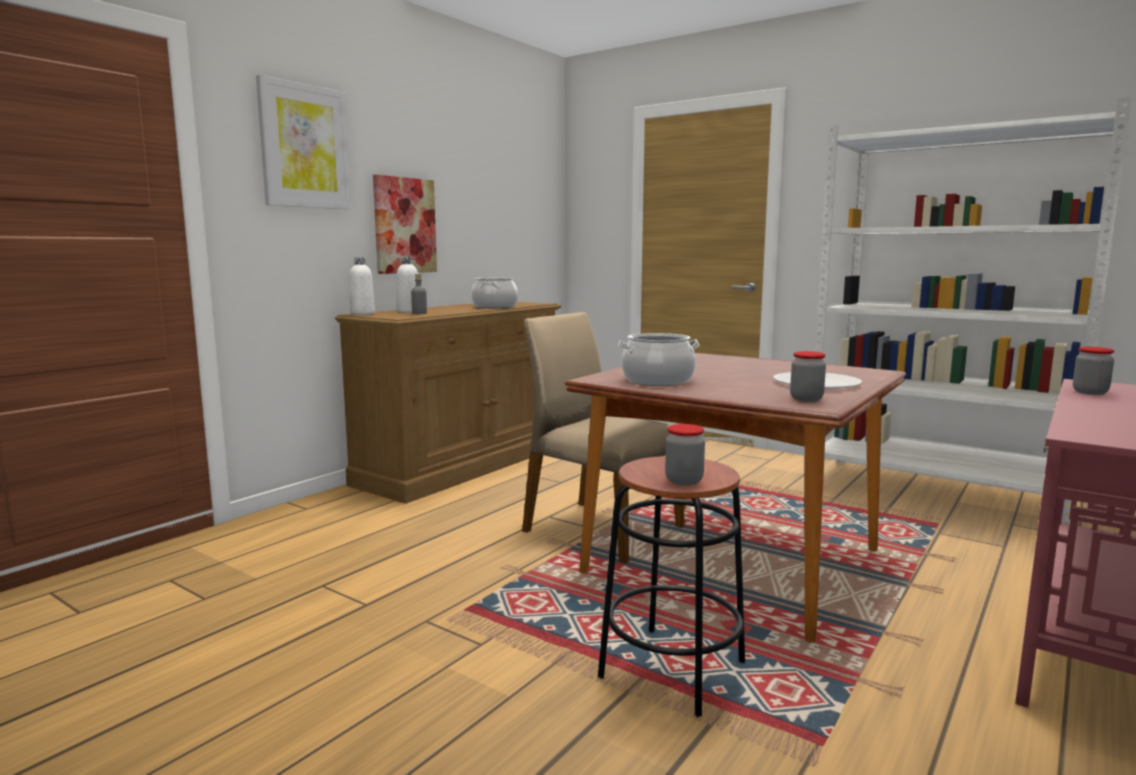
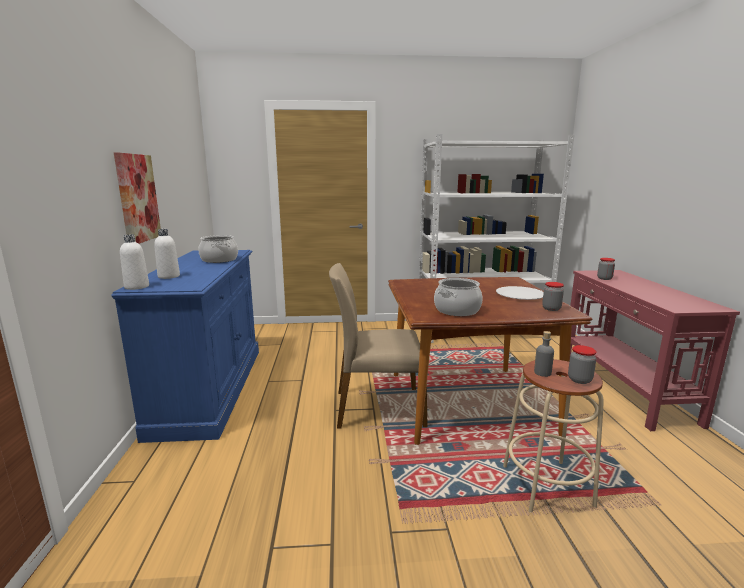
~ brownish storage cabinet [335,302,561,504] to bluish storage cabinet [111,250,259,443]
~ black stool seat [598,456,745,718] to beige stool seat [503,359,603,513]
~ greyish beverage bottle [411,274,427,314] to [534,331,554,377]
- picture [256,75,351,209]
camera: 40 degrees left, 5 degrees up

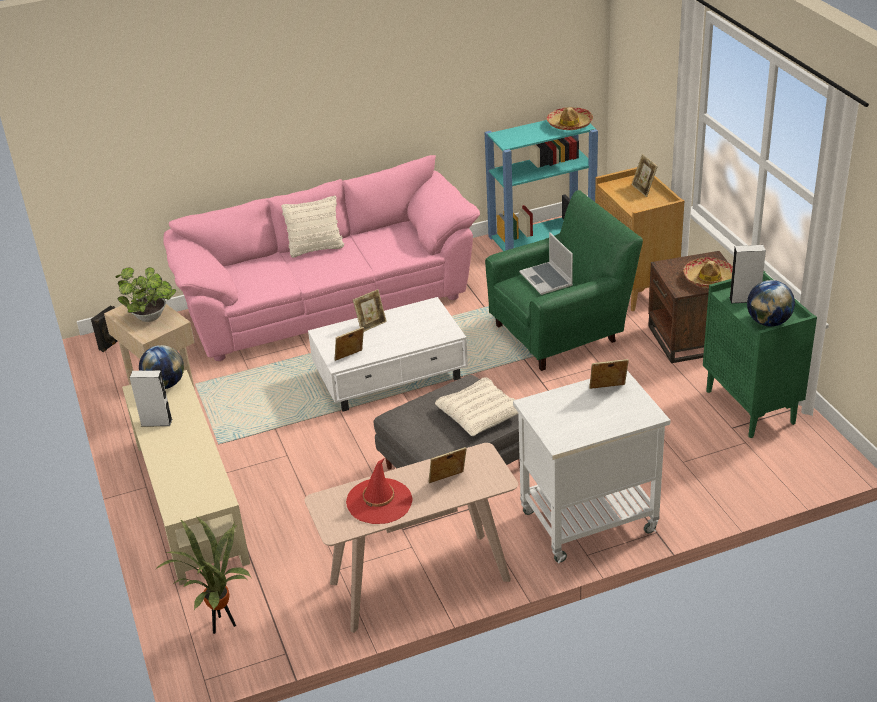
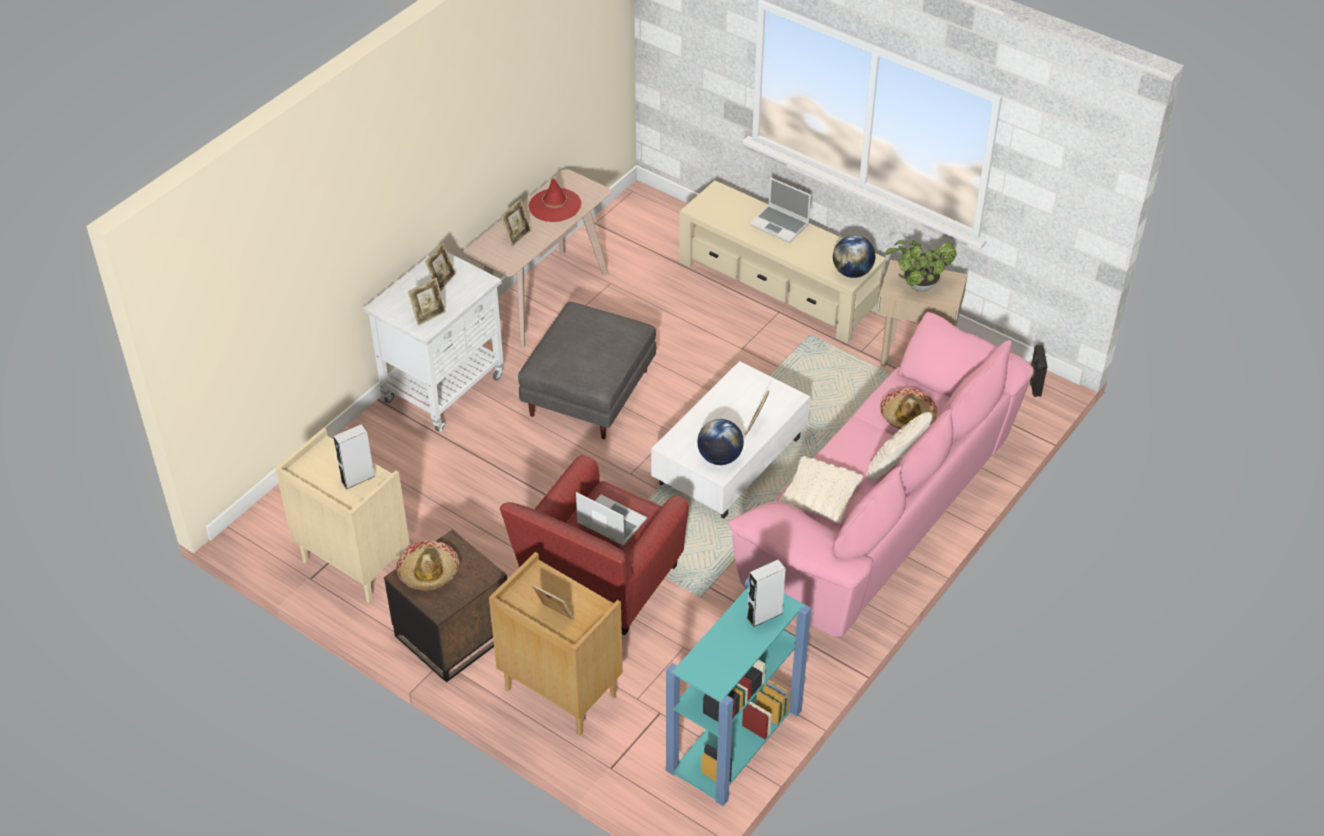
~ green-coloured storage cabinet [703,271,817,438] to beige storage cabinet [275,428,410,603]
~ standing frame [334,327,364,361] to [425,243,456,292]
~ green-coloured lounge chair [485,190,643,371] to red-coloured lounge chair [500,455,689,635]
~ desk globe [747,280,795,327] to [697,419,744,465]
~ greyish audio speaker [130,370,172,427] to [747,559,786,627]
+ laptop [750,177,811,243]
~ beige cushion [435,377,518,436] to [779,456,863,524]
~ wearable hat [547,107,593,130] to [880,388,938,429]
- houseplant [156,517,251,634]
camera: 145 degrees right, 10 degrees up

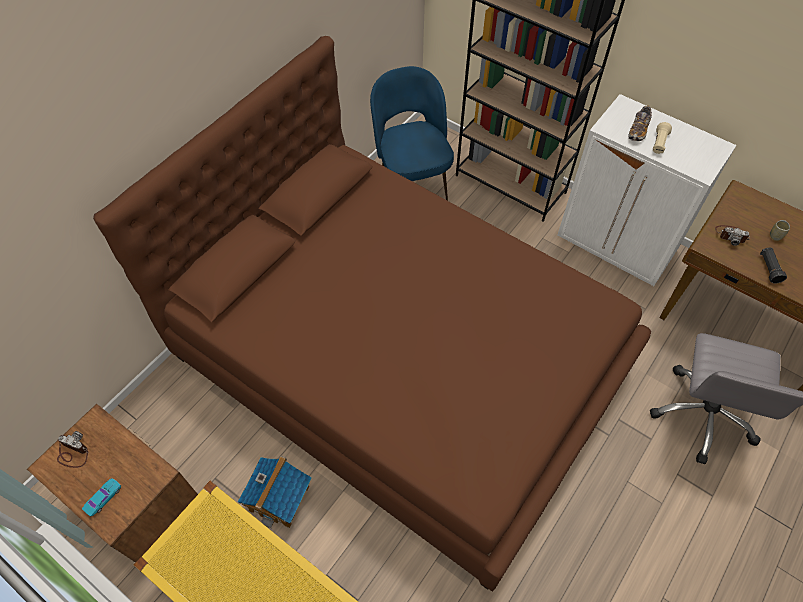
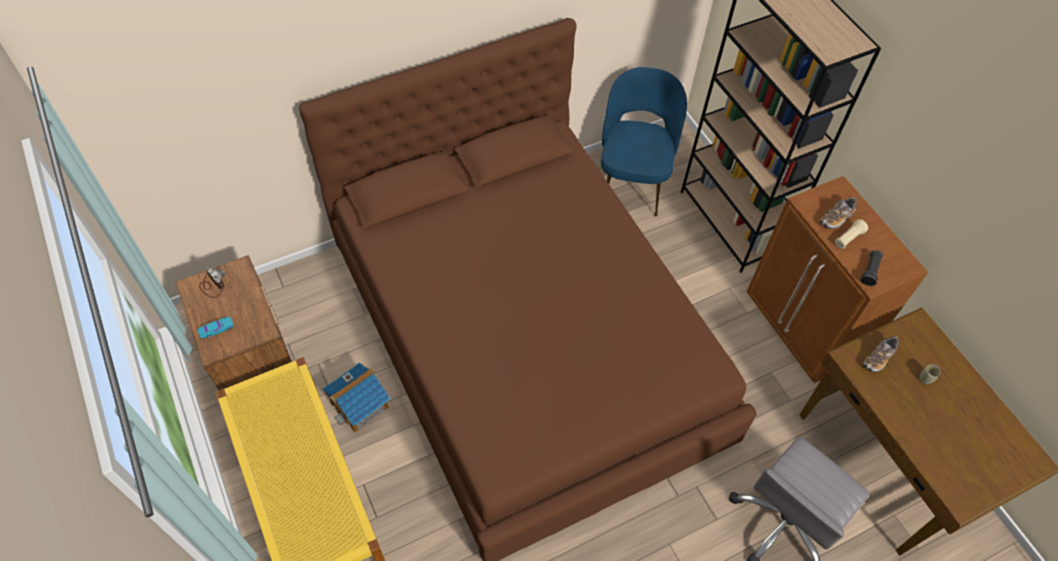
~ white storage cabinet [558,94,736,286] to brownish storage cabinet [747,176,929,383]
~ black torch [760,248,787,284] to [861,250,883,286]
~ still camera [715,225,750,246] to low shoe [863,336,899,372]
camera: 25 degrees right, 0 degrees up

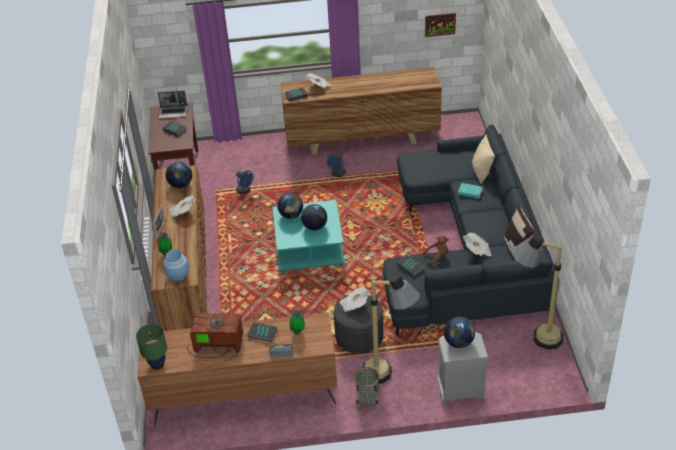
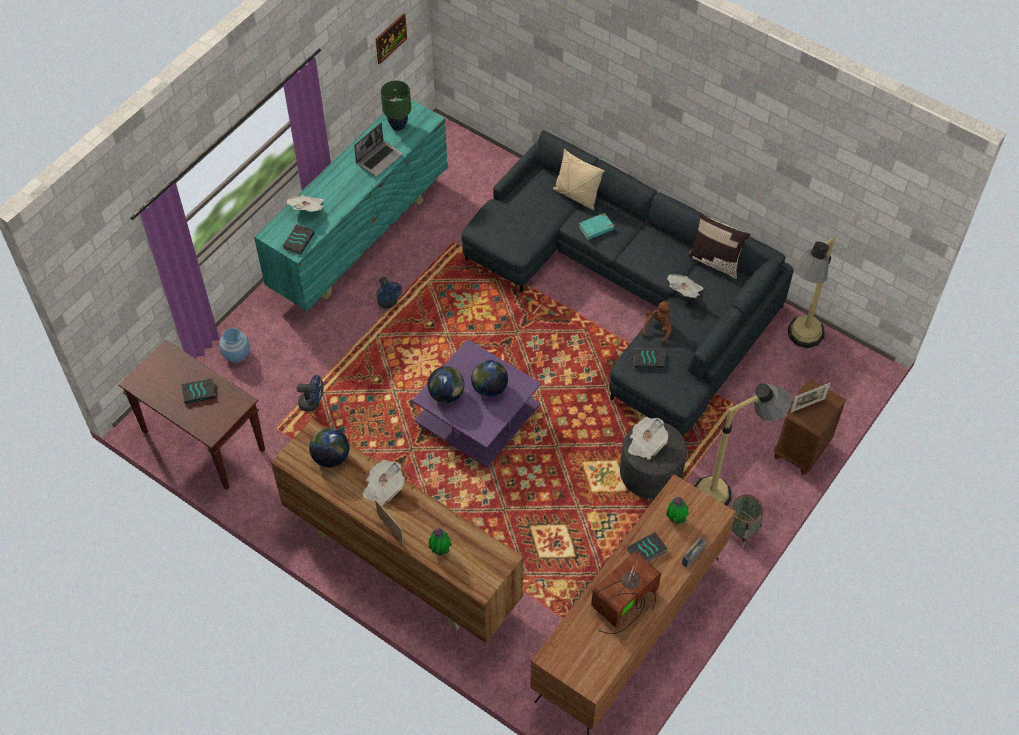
~ bluish decorative vase [163,249,189,282] to [219,328,250,363]
~ brownish storage cabinet [280,67,442,155] to turquoise storage cabinet [254,99,448,311]
~ laptop [158,91,187,118] to [354,123,403,177]
~ green-coloured table lamp [136,324,167,370] to [381,80,411,131]
~ turquoise lounge table [272,200,345,273] to purplish lounge table [412,339,541,467]
~ greyish night table [437,332,488,405] to brownish night table [774,381,847,475]
~ desk globe [444,317,475,348] to standing frame [791,383,830,412]
camera: 50 degrees left, 15 degrees up

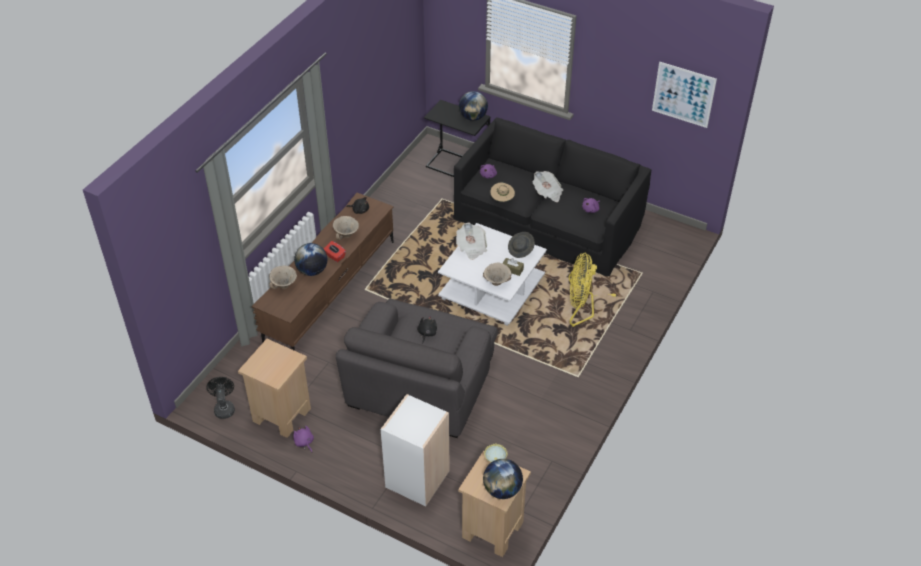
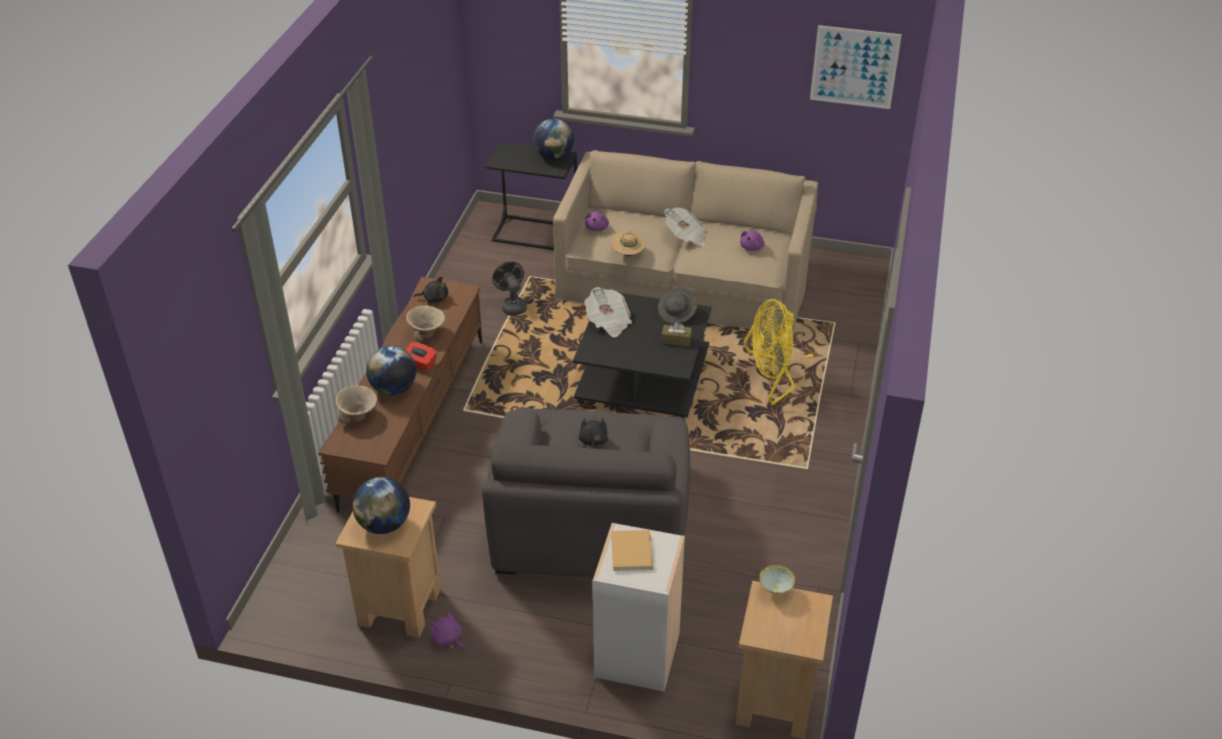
~ desk globe [483,459,523,499] to [352,477,410,534]
~ black fan [206,377,235,419] to [492,262,527,316]
~ black settee [453,117,651,276] to beige settee [553,150,818,335]
~ white lounge table [438,223,547,326] to black lounge table [573,293,712,419]
+ beige bound book [611,530,653,571]
- beige bowl [483,263,511,286]
camera: 15 degrees left, 5 degrees down

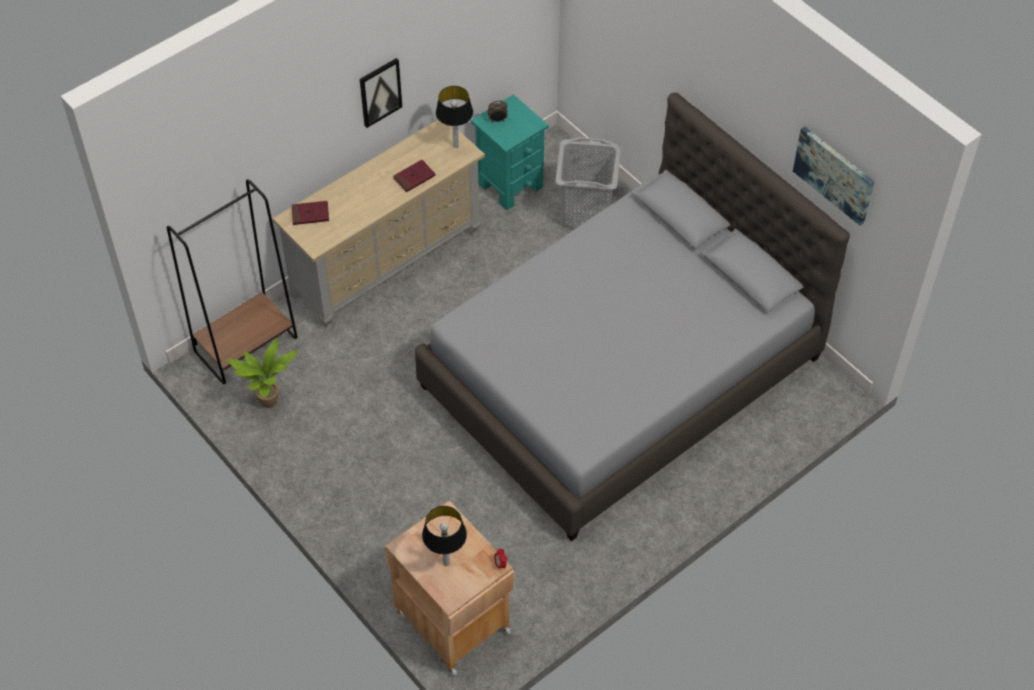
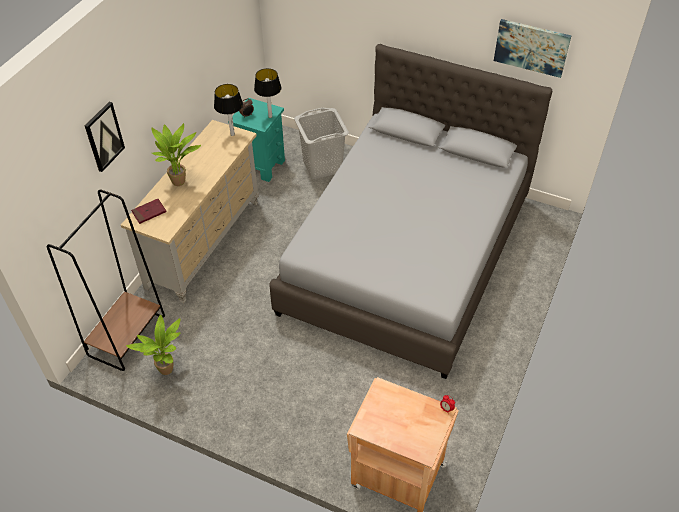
~ picture [360,58,402,128] to [85,102,125,172]
+ houseplant [151,123,201,186]
~ table lamp [422,506,467,566] to [254,68,281,118]
- red-coloured bound book [393,160,436,192]
camera: 25 degrees left, 5 degrees down

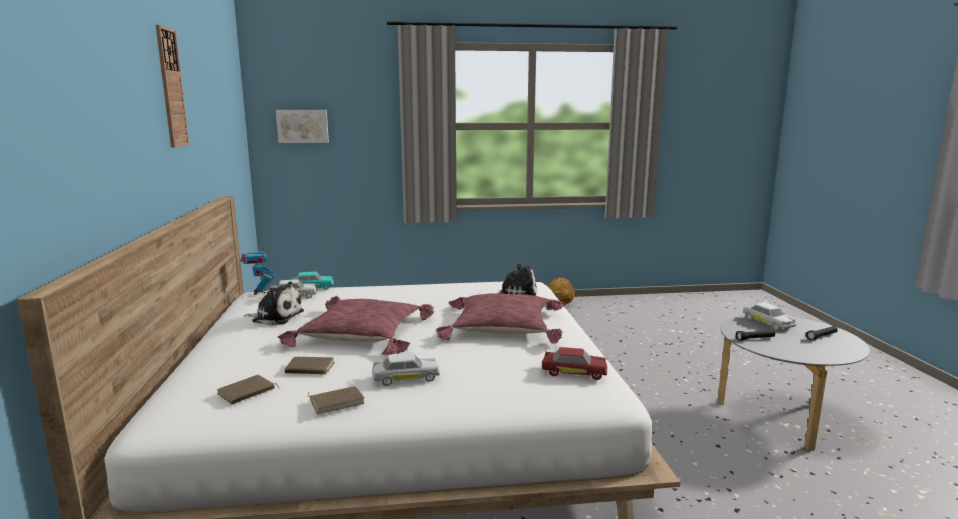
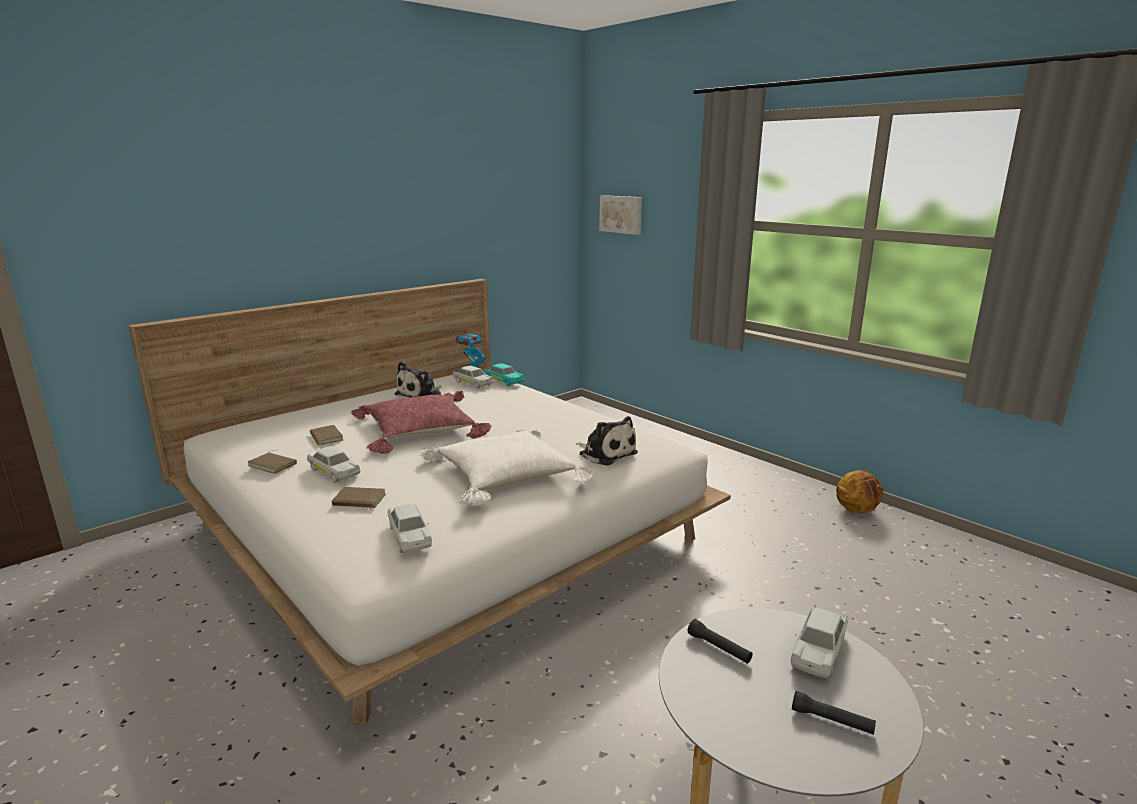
~ brownish bound book [217,375,279,404] to [331,487,386,508]
~ red-coloured model car [542,347,607,380] to white model car [387,504,432,553]
~ cuddly toy [244,281,304,325] = [394,361,441,398] 60 degrees clockwise
~ red-coloured cushion [436,293,564,344] to white cushion [420,429,596,507]
- hanging clock [156,25,189,148]
camera: 55 degrees right, 5 degrees up

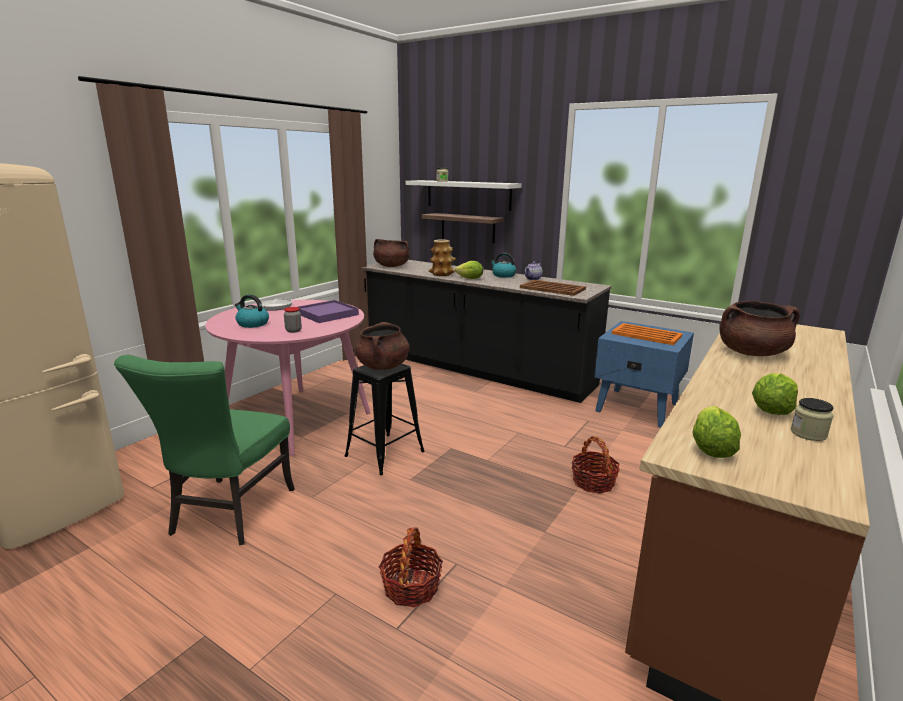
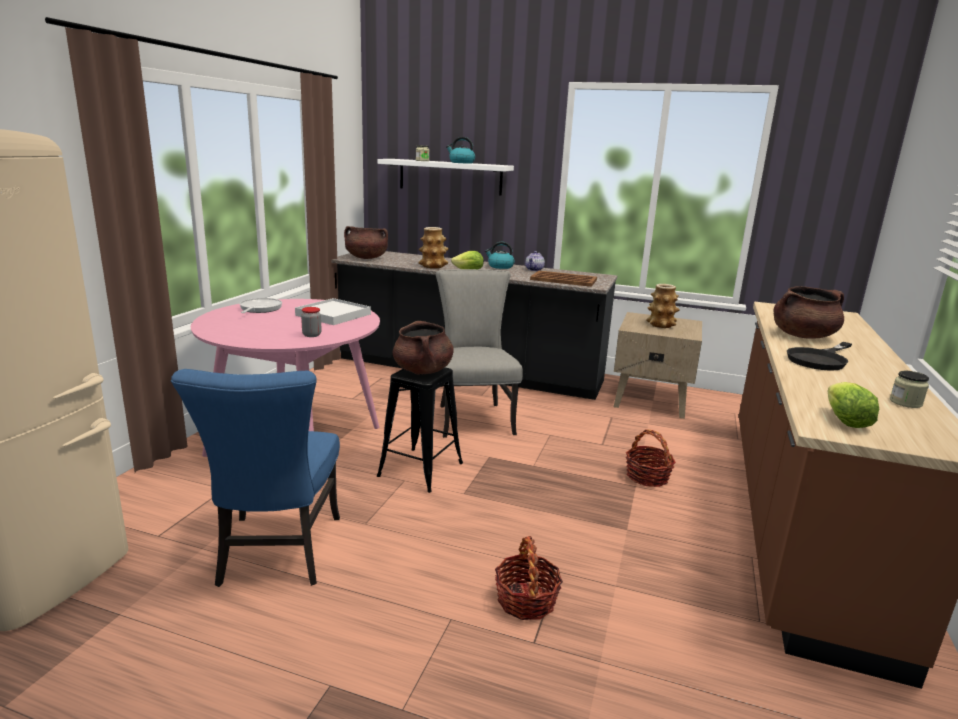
~ green-coloured plain chair [114,355,295,545] to bluish plain chair [171,369,340,587]
~ purplish carrying tray [298,300,359,323] to white carrying tray [295,298,371,325]
+ greyish plain chair [436,269,523,438]
~ kettle [235,295,269,328] to [446,137,475,164]
~ bluish night table [594,321,694,428] to beige night table [614,312,702,419]
~ orange carrying tray [612,323,683,345] to decorative vase [646,284,680,328]
+ black pan [787,342,852,371]
- bracket shelf [421,213,504,243]
- head of lettuce [752,373,798,415]
camera: 15 degrees left, 0 degrees up

